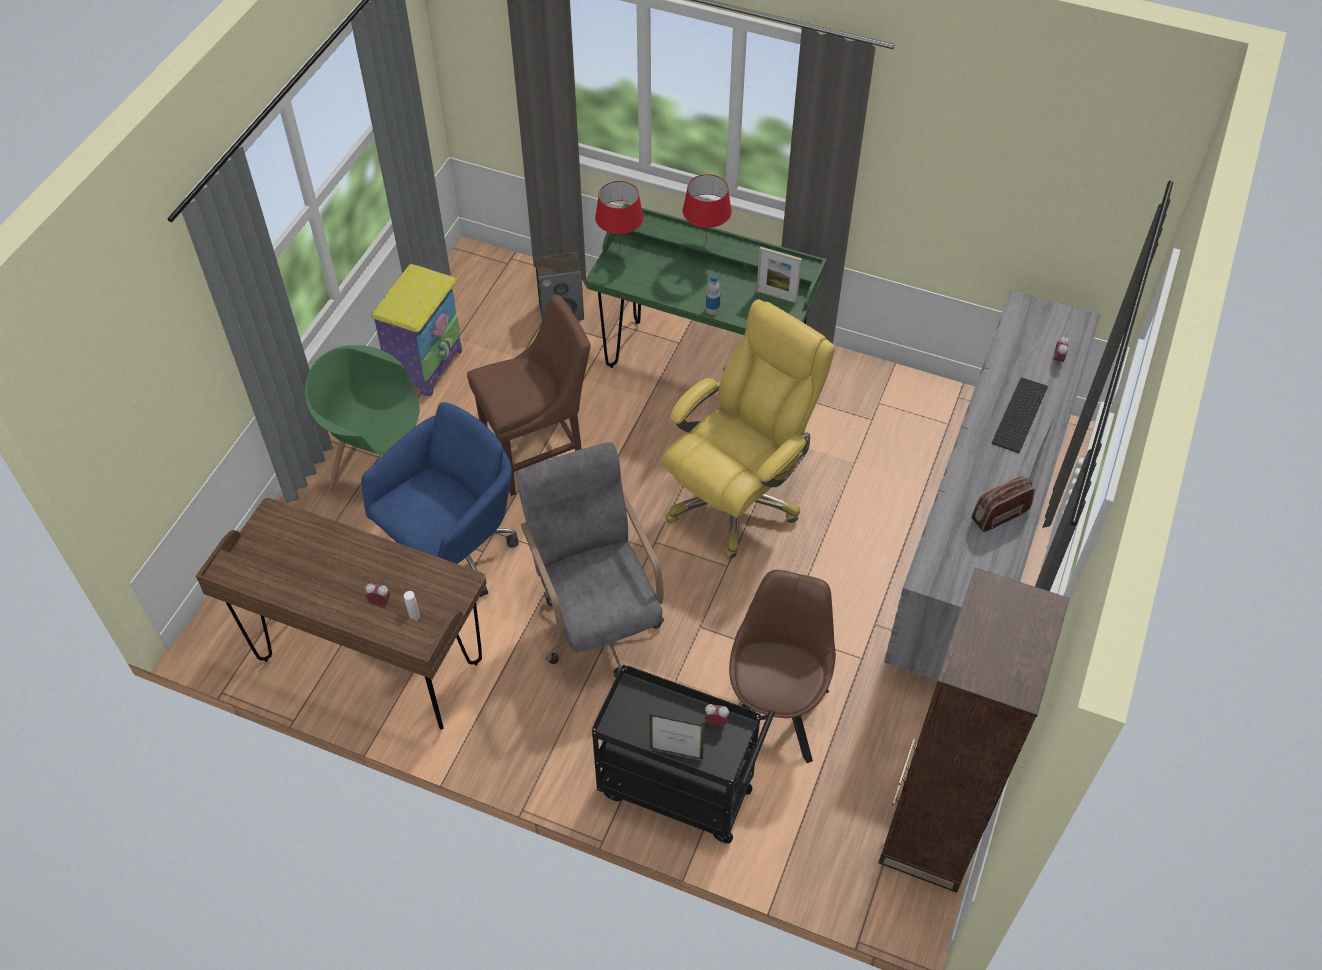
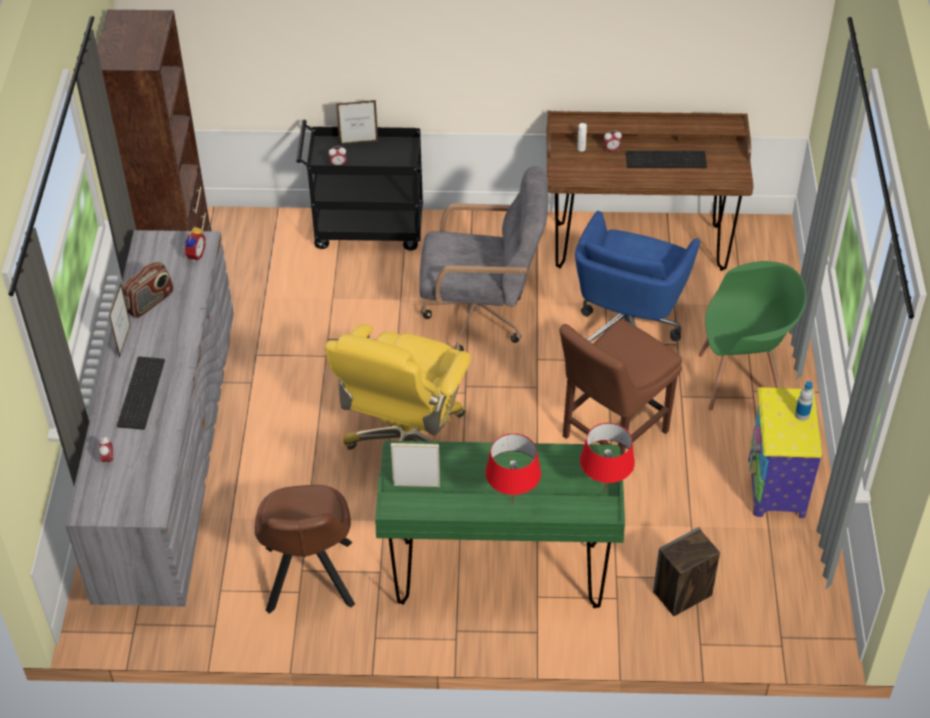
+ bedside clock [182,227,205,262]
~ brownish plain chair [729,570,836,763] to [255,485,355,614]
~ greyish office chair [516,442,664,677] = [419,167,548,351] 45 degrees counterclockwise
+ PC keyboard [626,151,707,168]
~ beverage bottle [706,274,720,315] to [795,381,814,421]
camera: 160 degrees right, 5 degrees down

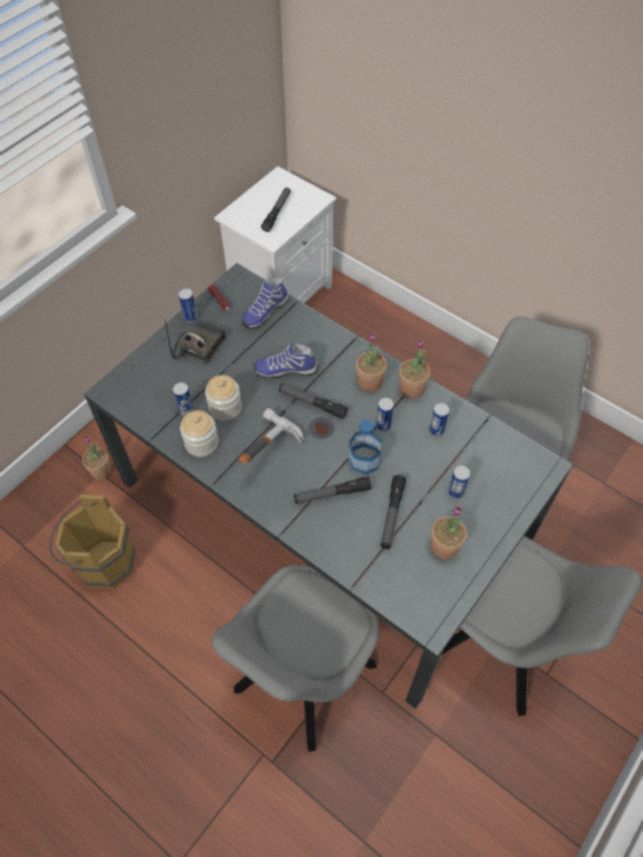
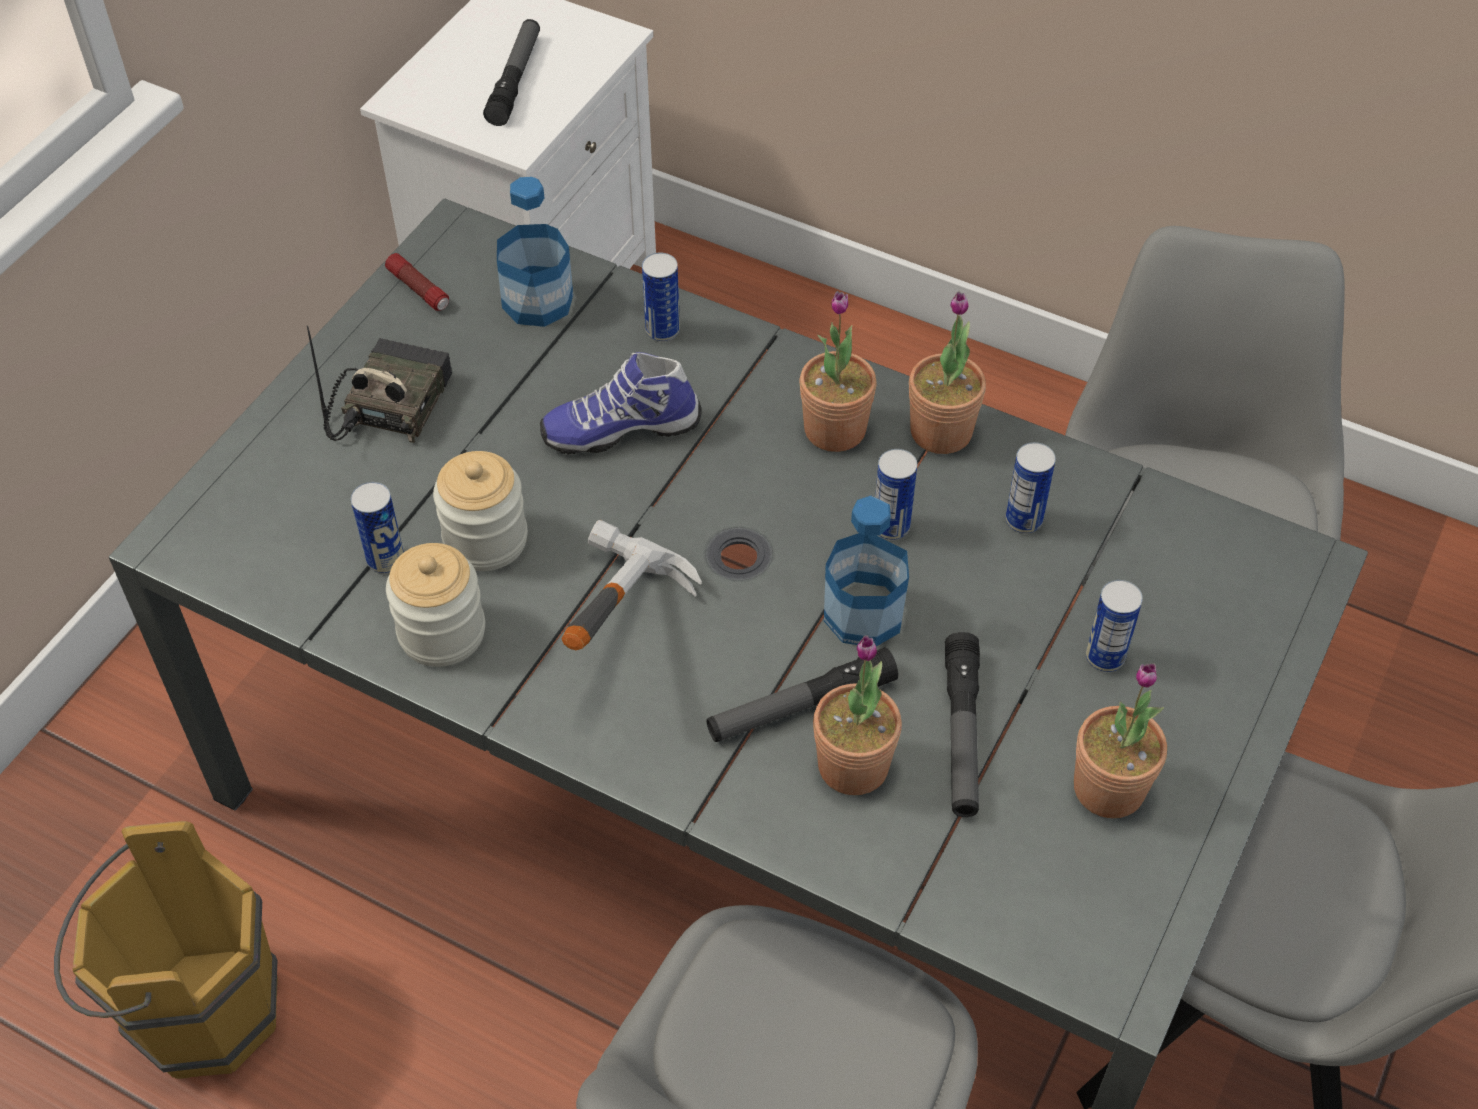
~ low shoe [242,278,289,329] to beverage bottle [497,177,573,327]
~ can [178,288,197,323] to [642,253,680,342]
~ houseplant [82,436,111,479] to [813,635,902,795]
- torch [279,383,348,419]
camera: 10 degrees left, 5 degrees down

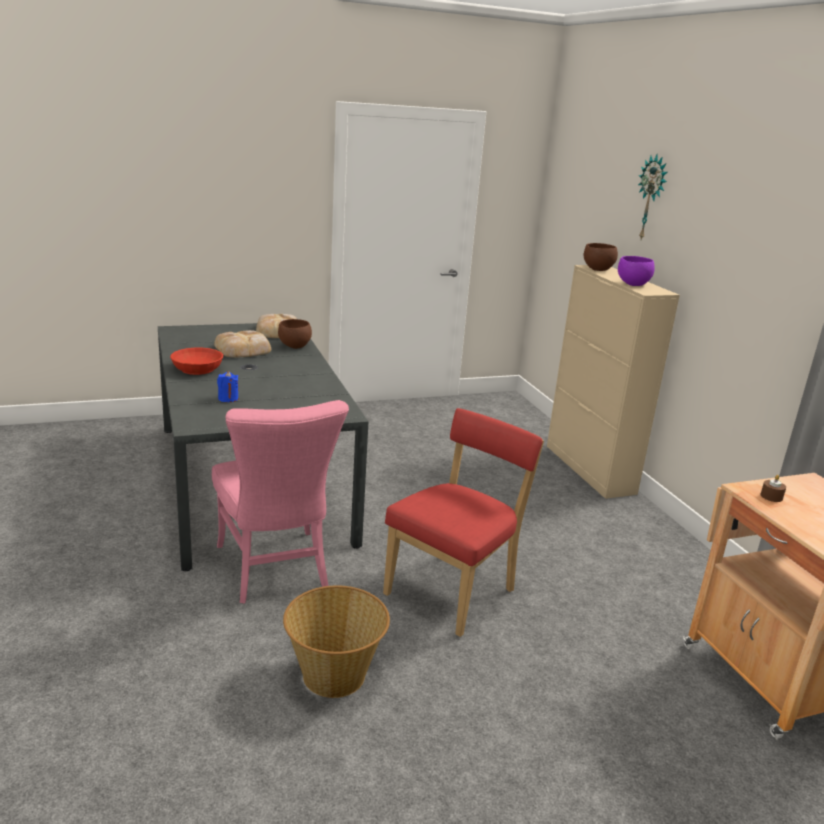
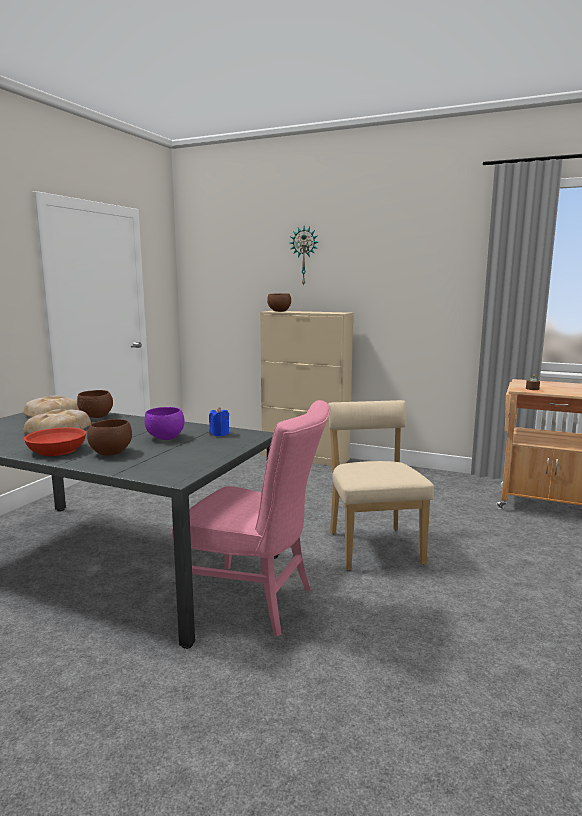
+ brownish bowl [87,419,132,456]
~ purplish bowl [618,256,655,286] to [145,407,185,440]
~ bluish wax light [217,371,239,402] to [209,407,229,436]
~ red-coloured plain chair [383,408,544,637] to beige plain chair [328,400,434,571]
- basket [283,585,390,698]
camera: 45 degrees left, 10 degrees down

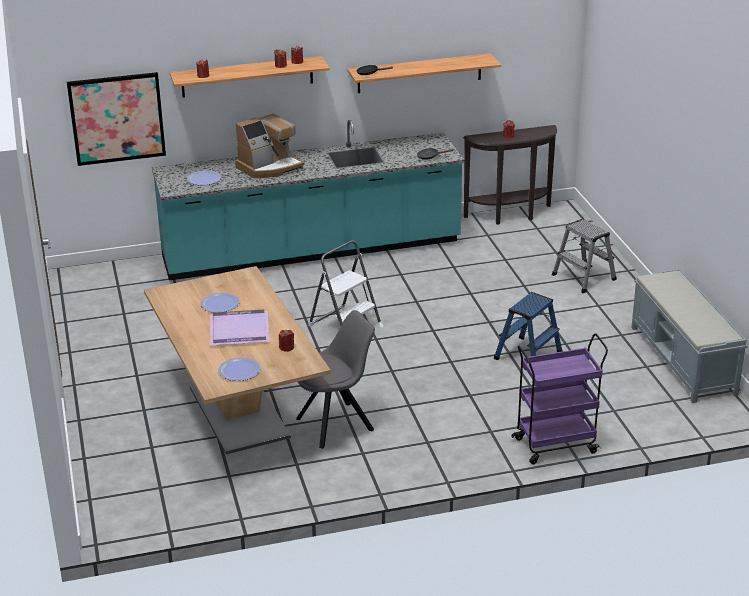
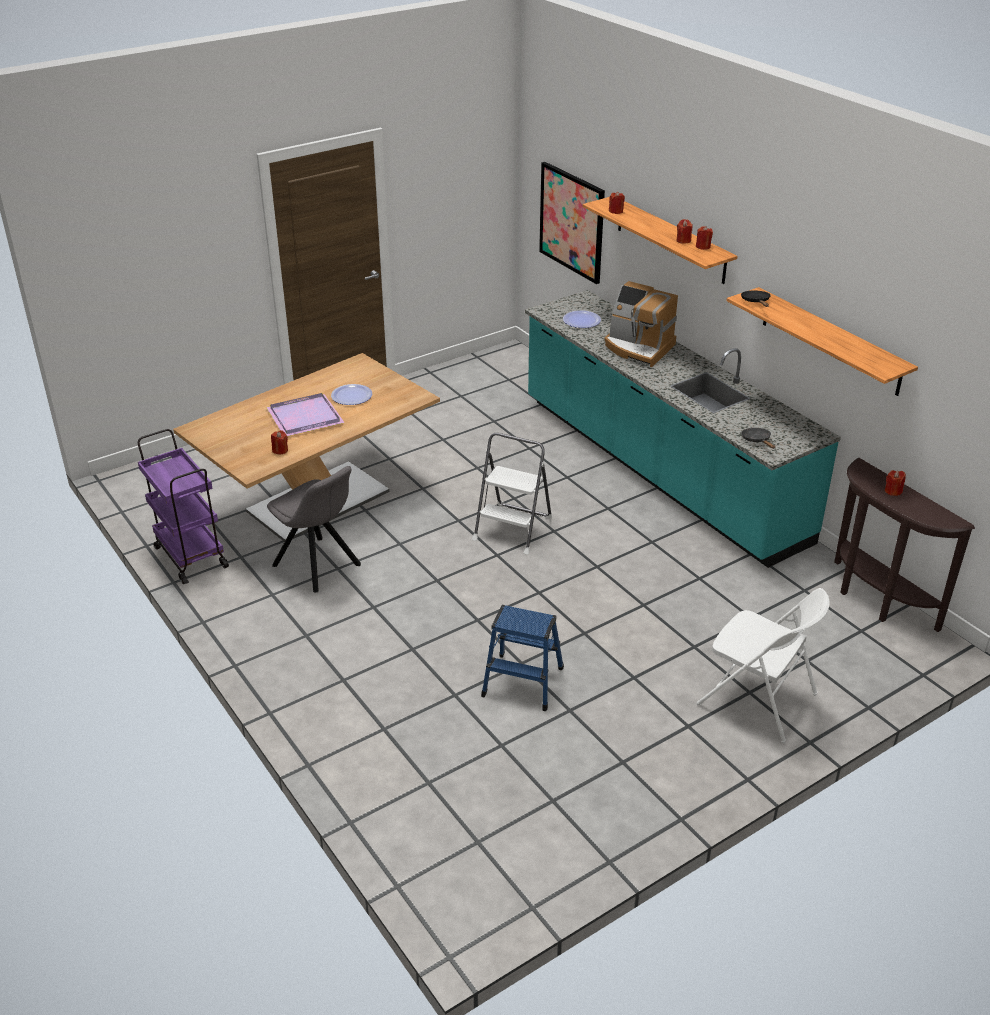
~ purplish cart [511,333,608,465] to [138,429,229,584]
~ greyish stepladder [552,219,617,293] to white plain chair [697,588,830,744]
- dinner plate [218,357,260,381]
- greyish bench [631,269,748,403]
camera: 70 degrees right, 5 degrees up

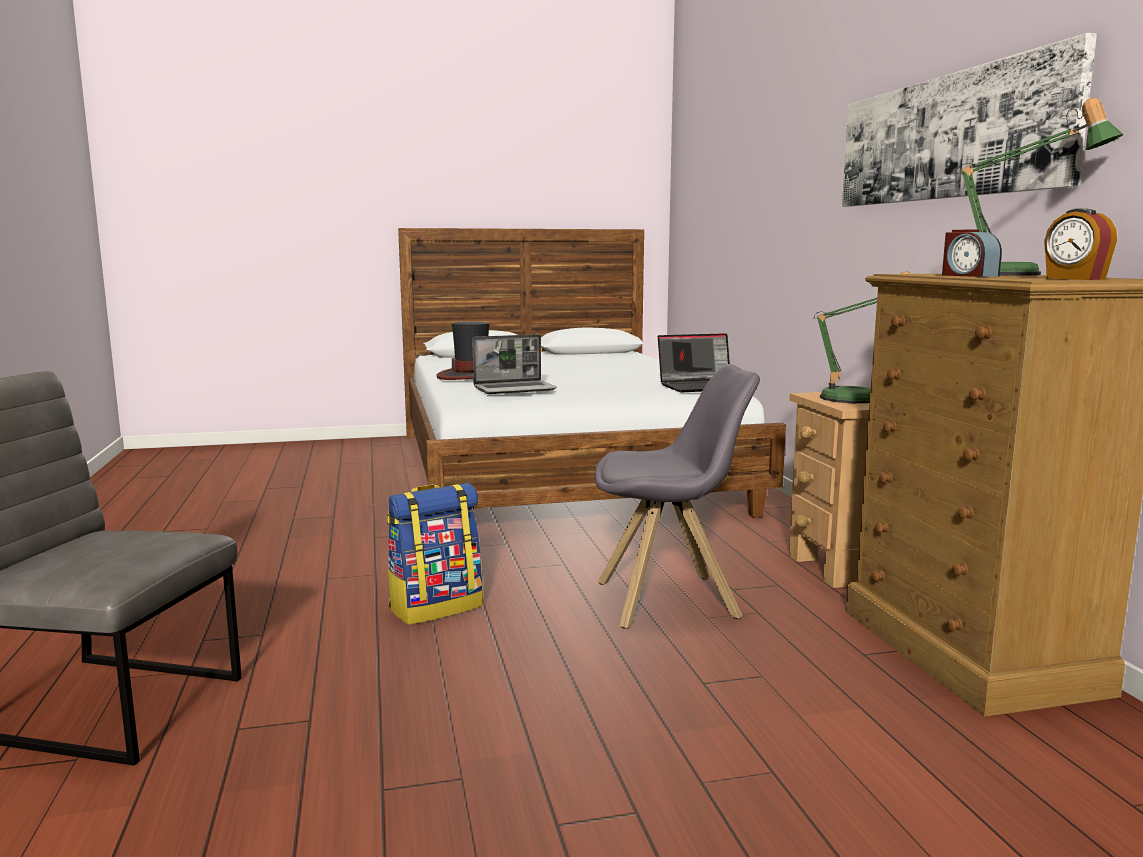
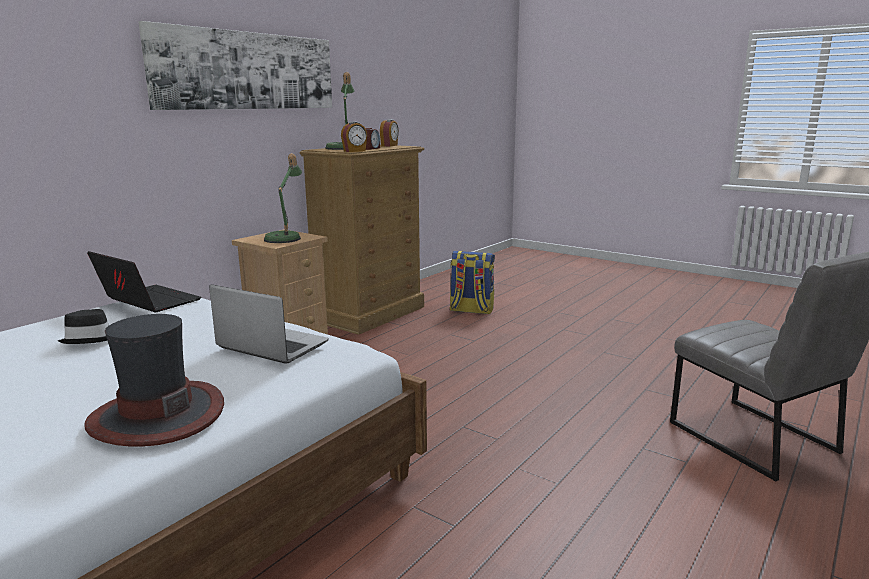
+ black wearable hat [58,309,109,344]
+ bedside clock [341,122,367,152]
~ backpack [386,483,483,625] to [449,251,495,314]
- greyish plain chair [595,364,760,629]
camera: 130 degrees left, 5 degrees up

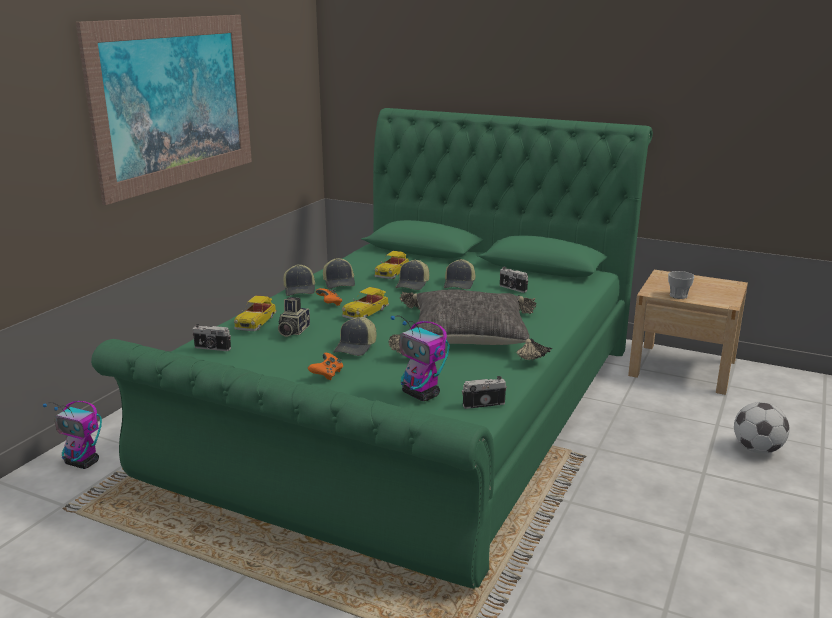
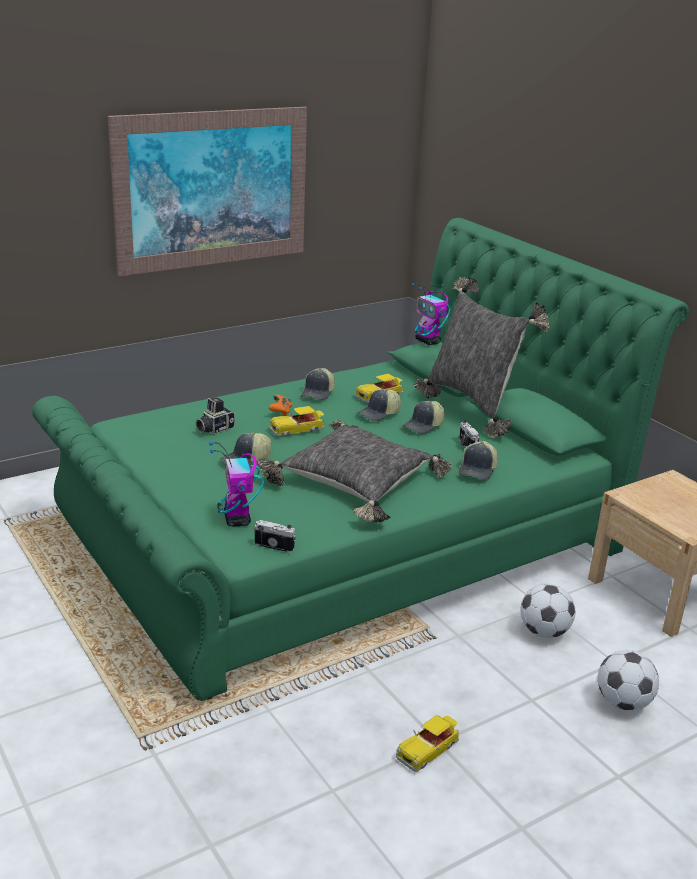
~ model car [234,296,276,331] to [396,715,459,772]
~ toy robot [43,401,102,469] to [412,283,451,345]
+ cushion [413,277,550,438]
~ baseball cap [284,264,315,296] to [458,441,497,480]
+ football [520,583,575,638]
- still camera [193,324,231,351]
- orange game controller [308,353,343,380]
- small cup [668,271,695,299]
camera: 30 degrees right, 5 degrees up

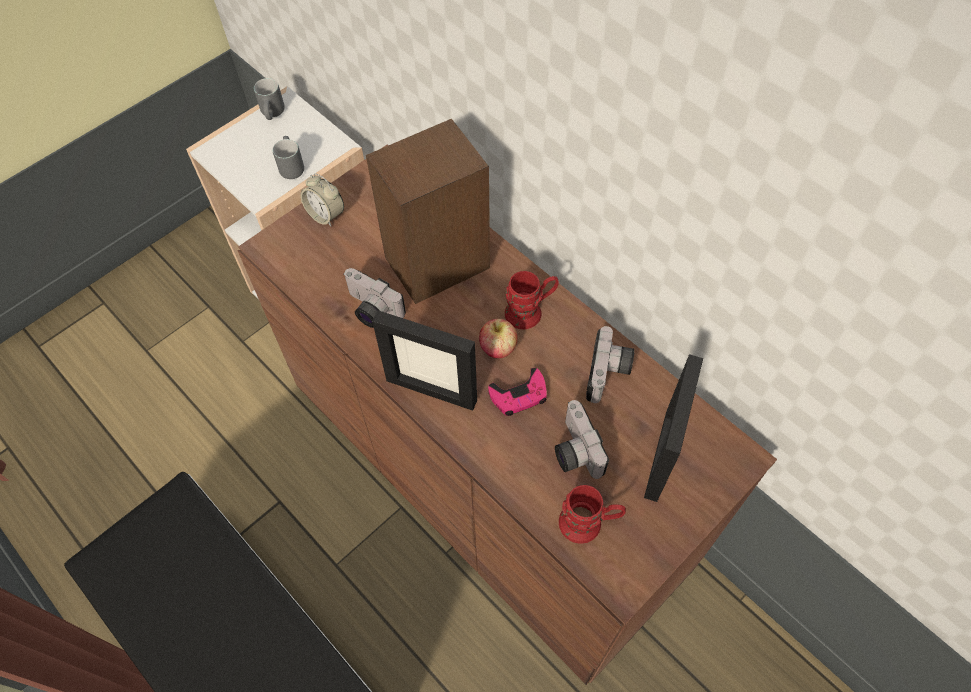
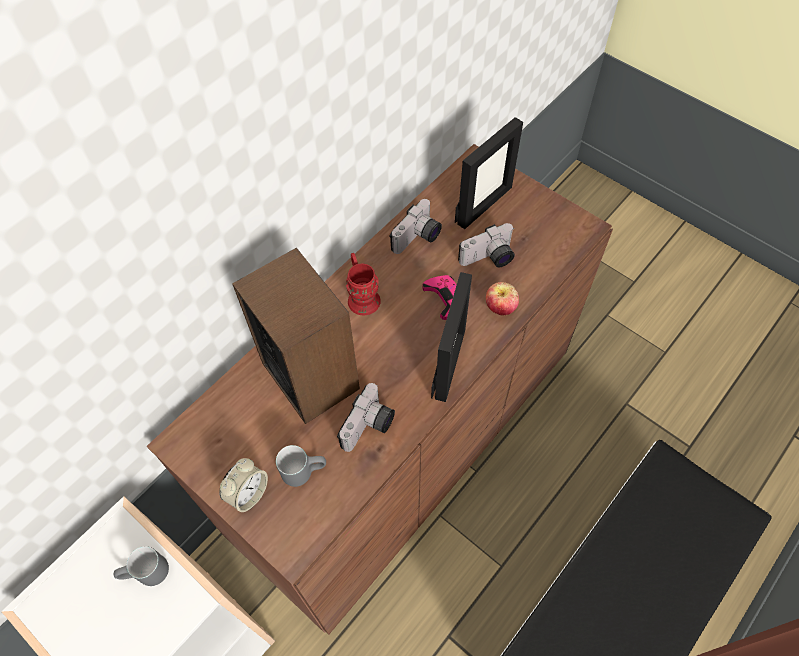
~ greyish mug [254,78,285,120] to [276,445,326,487]
~ still camera [586,326,635,403] = [389,199,442,254] 120 degrees clockwise
~ standing frame [644,354,703,502] = [455,117,523,229] 60 degrees counterclockwise
~ apple [479,319,517,358] to [486,282,519,316]
- red-coloured mug [559,485,626,544]
camera: 95 degrees left, 0 degrees up

